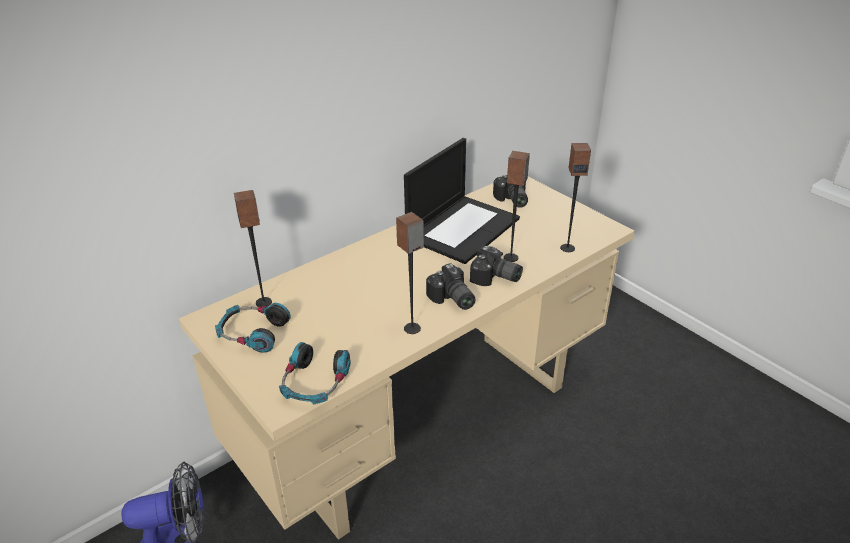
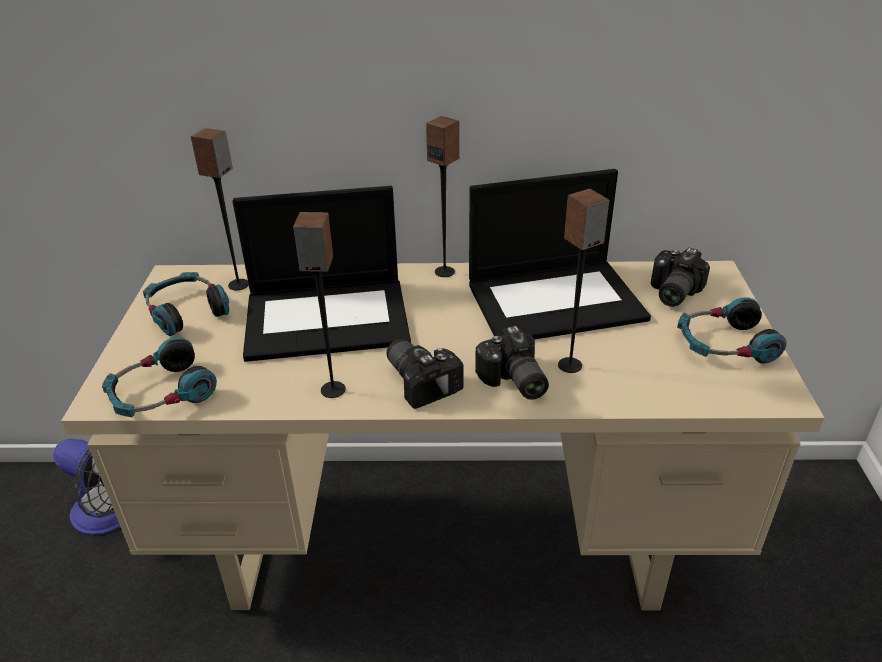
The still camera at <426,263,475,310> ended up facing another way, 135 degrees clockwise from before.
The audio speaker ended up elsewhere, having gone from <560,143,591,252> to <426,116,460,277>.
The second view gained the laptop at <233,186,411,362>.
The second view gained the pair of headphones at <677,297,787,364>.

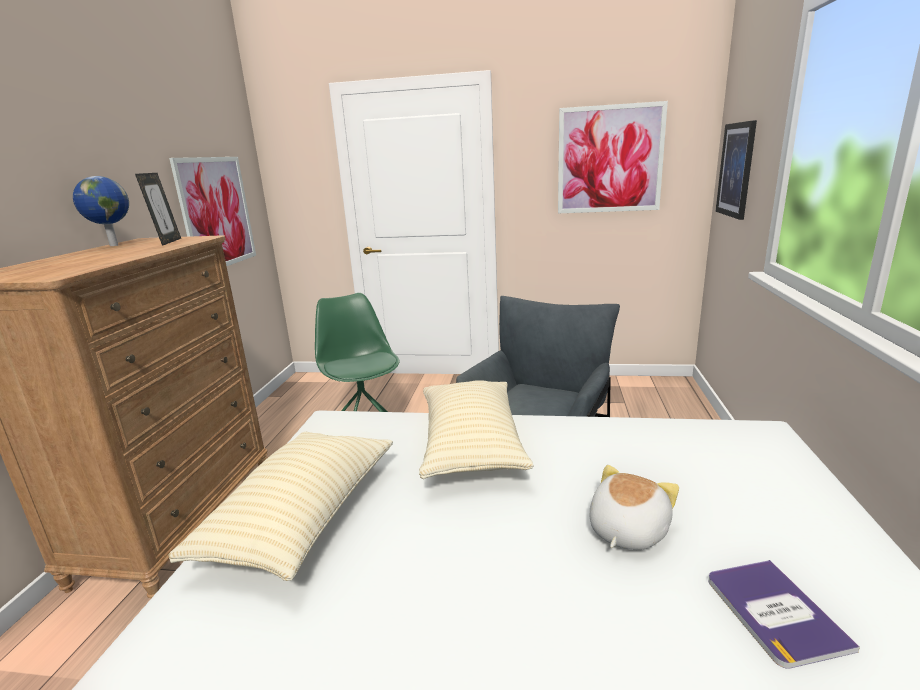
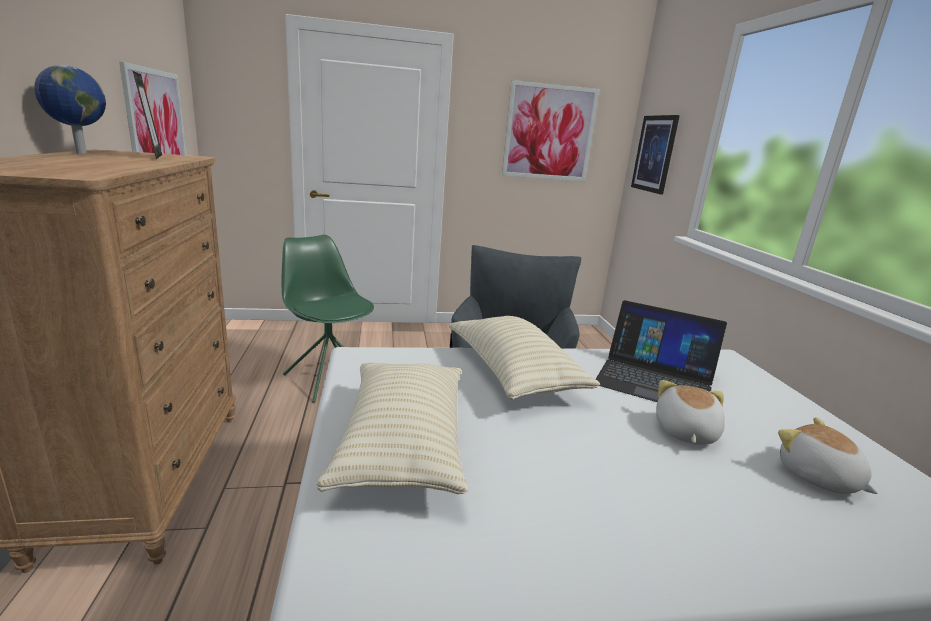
Where the bound book stood at <708,560,860,669>, the soft toy came to stand at <778,417,878,494>.
The second view gained the laptop at <596,300,727,402>.

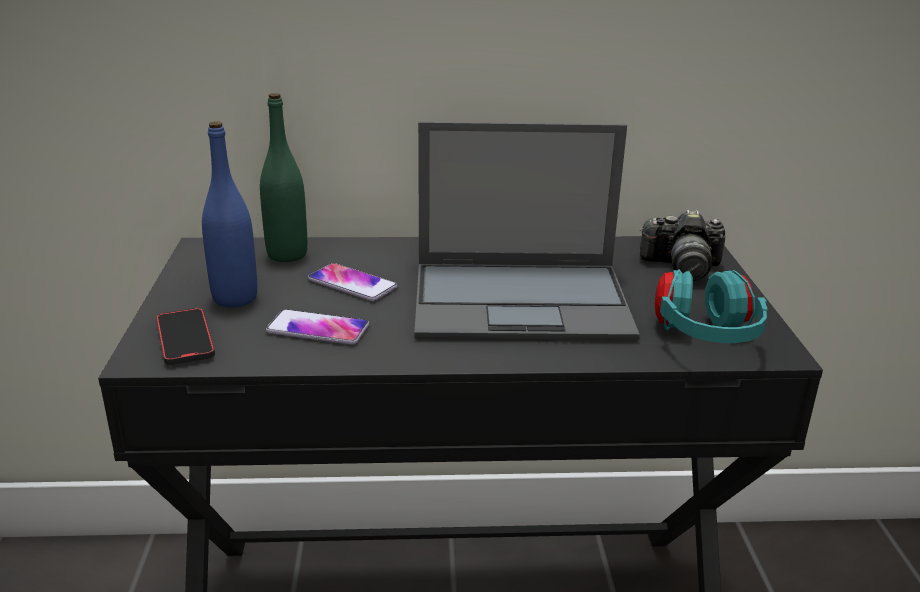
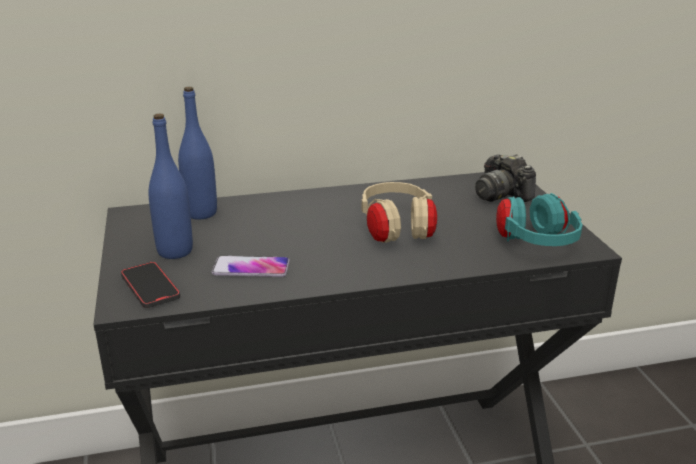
What was the bottle (greenish) at <260,93,307,262> turned into the bottle (blue-coloured) at <178,87,217,219>.
The second view lost the handset at <308,263,398,301>.
Where the laptop stood at <414,121,640,341>, the pair of headphones (beige) came to stand at <362,182,437,243>.
The still camera at <640,210,726,281> ended up facing another way, 60 degrees clockwise from before.

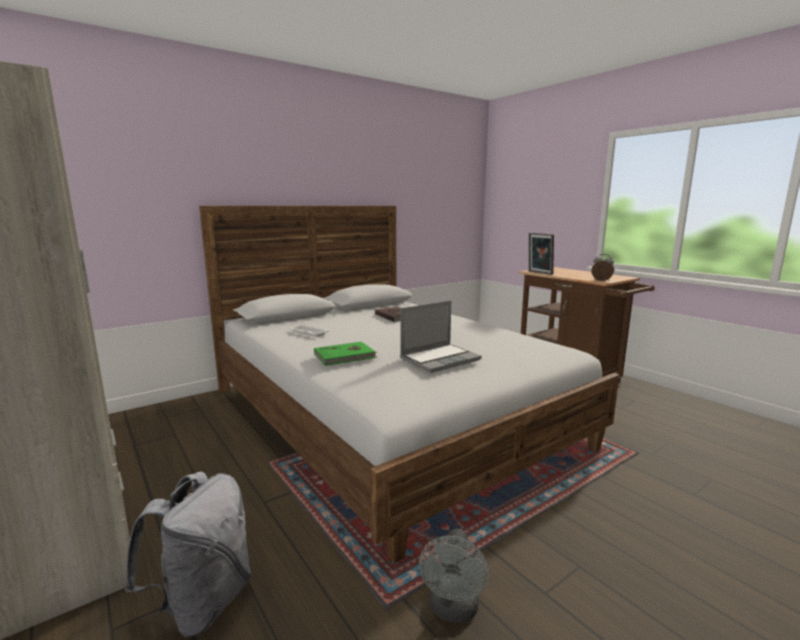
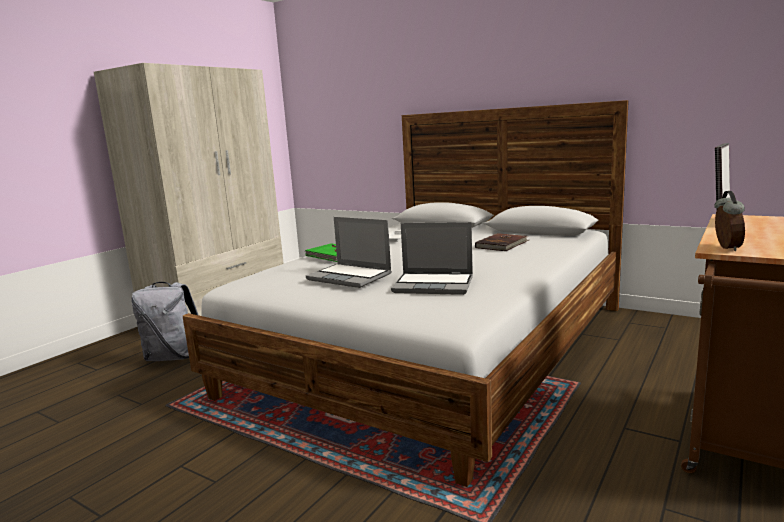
The second view lost the cooling fan (gray) at <419,529,489,623>.
The second view gained the laptop at <391,222,473,295>.

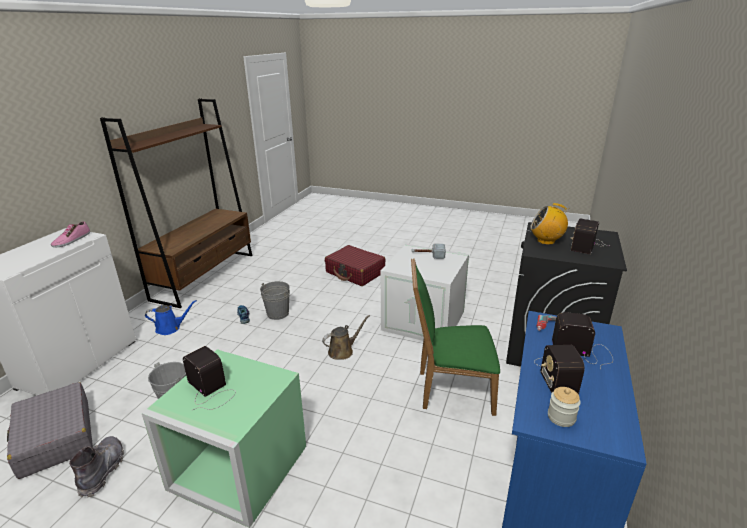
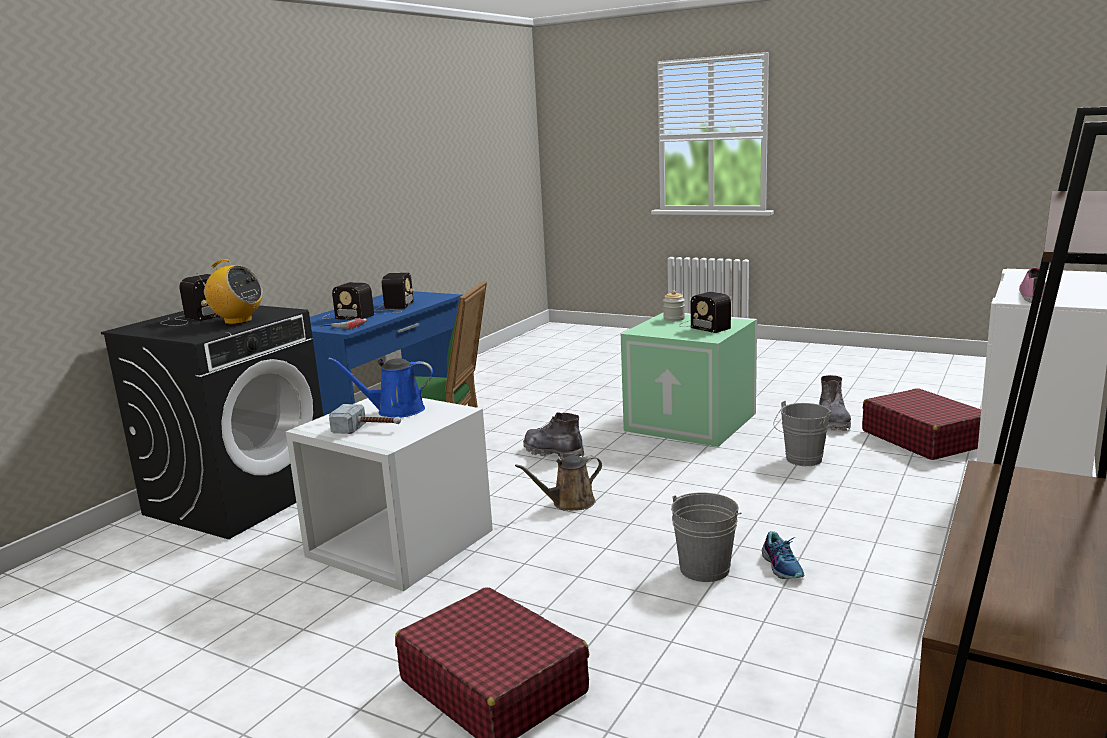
What was the piece of luggage (gray) at <7,382,93,479> turned into the piece of luggage (red) at <862,388,981,460>.
The watering can (blue-coloured) ended up elsewhere, having gone from <145,300,197,335> to <328,358,433,418>.
The preserve jar ended up elsewhere, having gone from <548,387,581,427> to <663,290,685,321>.
The second view gained the boot (gray) at <523,412,584,459>.

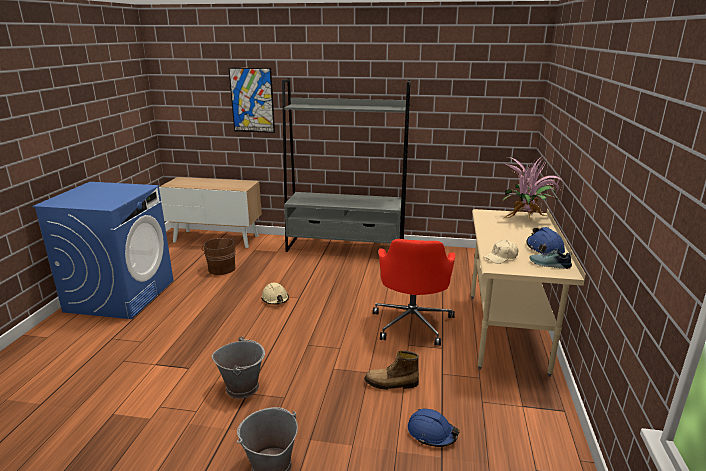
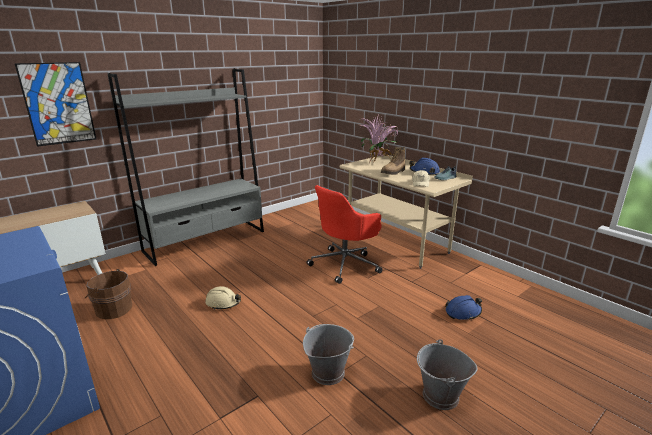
The boot ended up elsewhere, having gone from <364,351,419,390> to <381,147,405,175>.
The desk chair (red) at <373,239,455,346> ended up facing another way, 90 degrees clockwise from before.

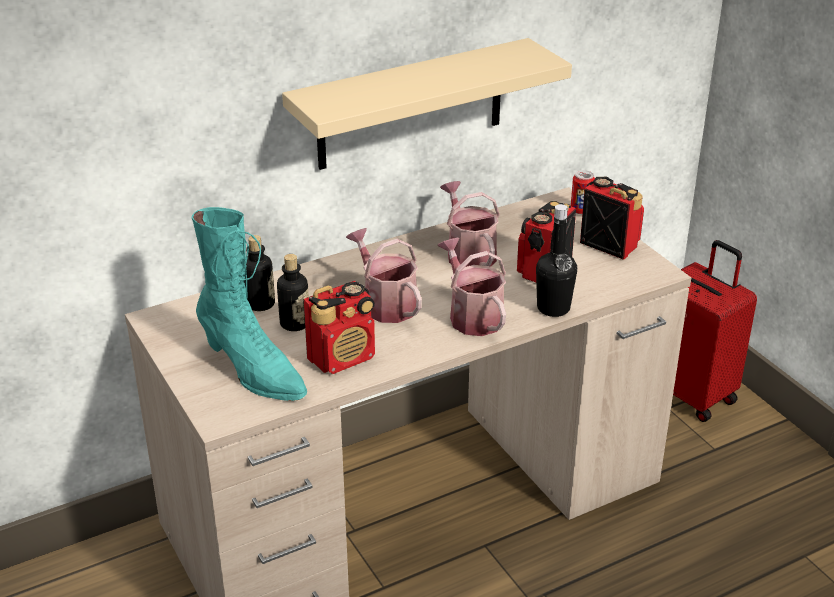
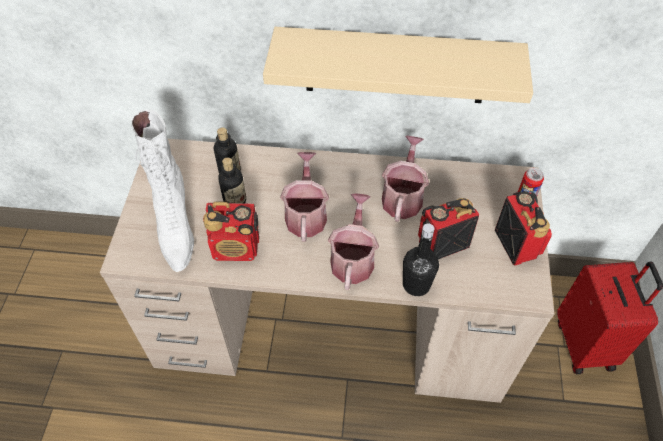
What was the boot (blue-green) at <192,207,307,401> turned into the boot (white-coloured) at <131,110,194,272>.

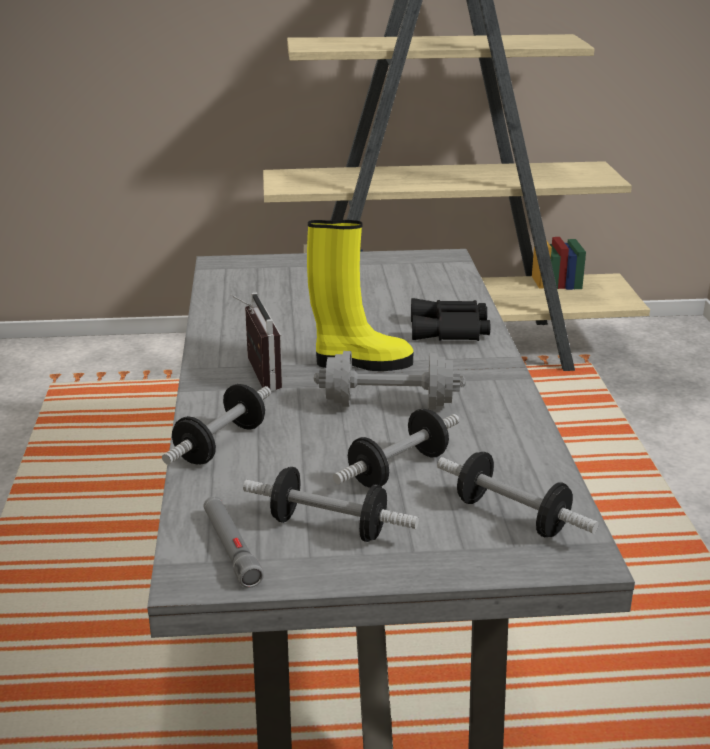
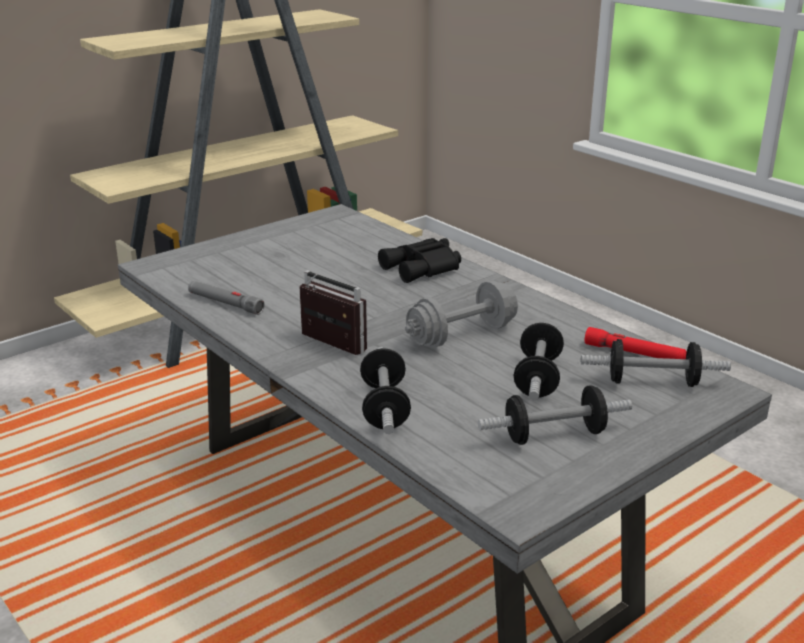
The flashlight (gray) ended up elsewhere, having gone from <203,496,264,588> to <188,281,265,315>.
The second view lost the boot (yellowish) at <307,220,413,371>.
The second view gained the flashlight (red) at <585,327,687,359>.

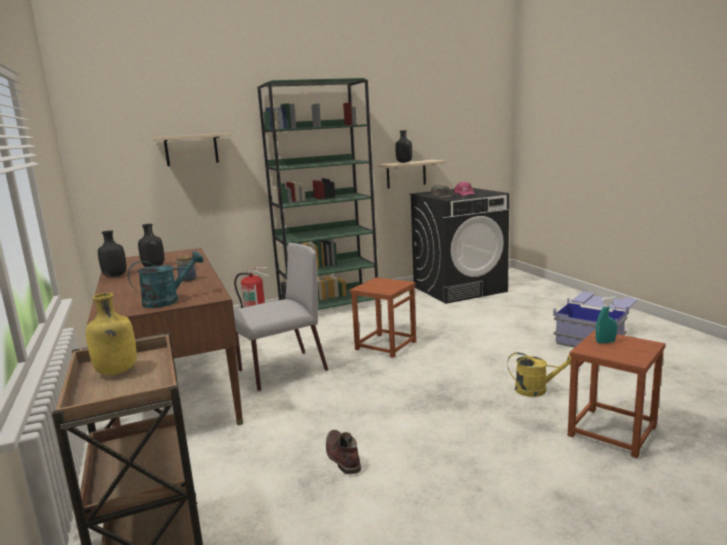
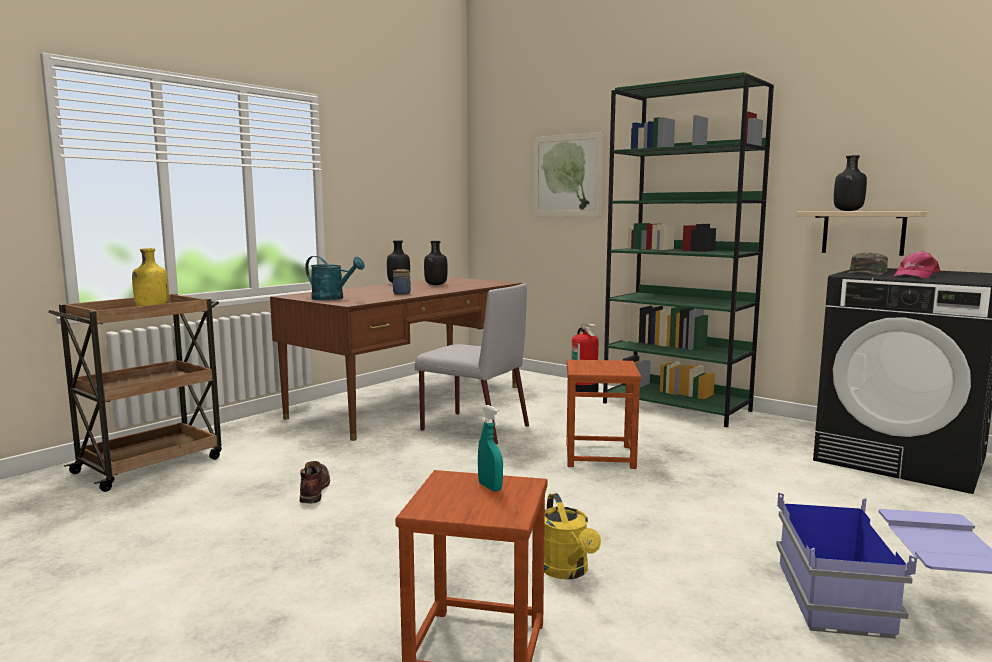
Where the shelf (beige) hung at <152,133,231,166>, the wall picture came to hang at <534,132,603,217>.
The boot (brown-coloured) at <326,430,361,474> ended up facing another way, 45 degrees counterclockwise from before.

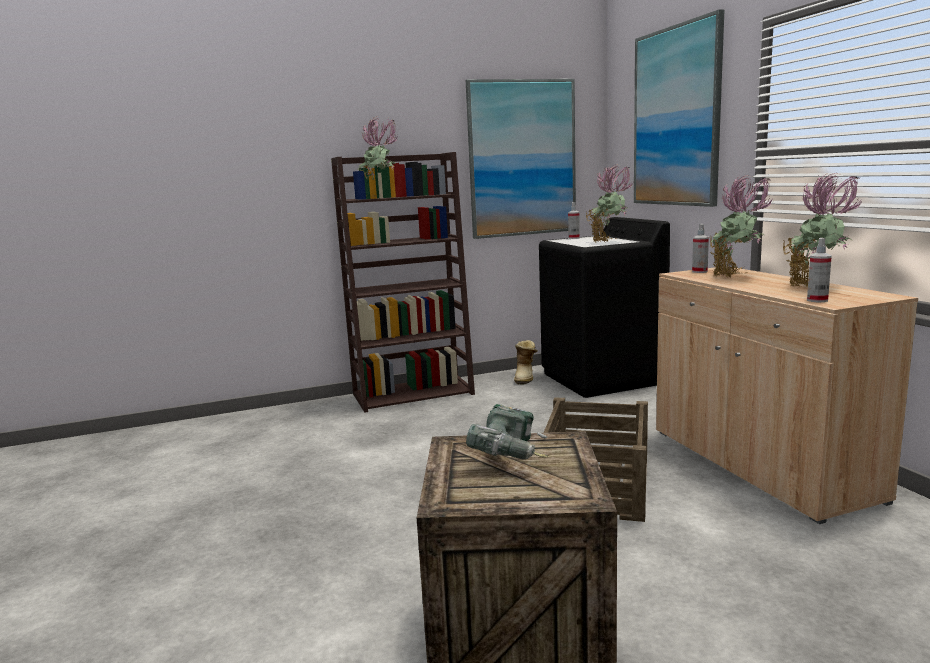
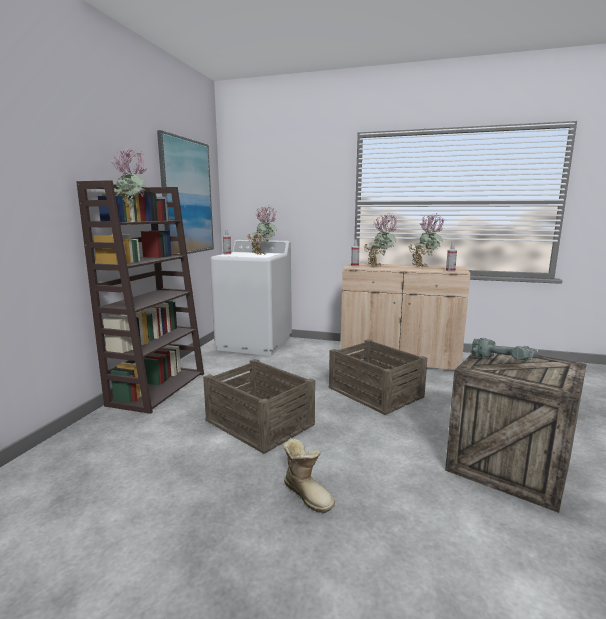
The boot ended up elsewhere, having gone from <514,340,538,385> to <283,439,335,514>.
What was the laundry machine (black) at <539,217,670,398> turned into the laundry machine (white-coloured) at <210,240,292,356>.
The second view lost the wall picture at <634,9,724,207>.
The second view gained the packing crate at <203,359,315,454>.

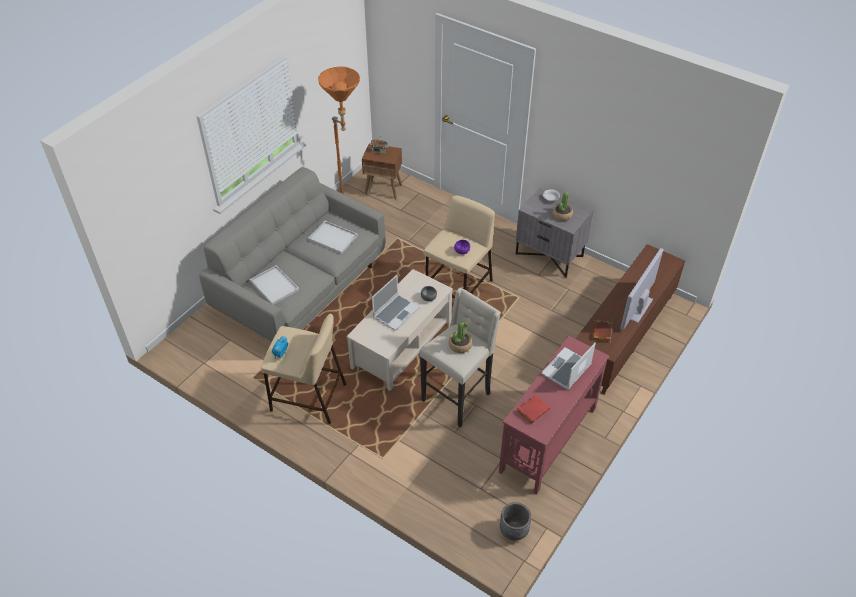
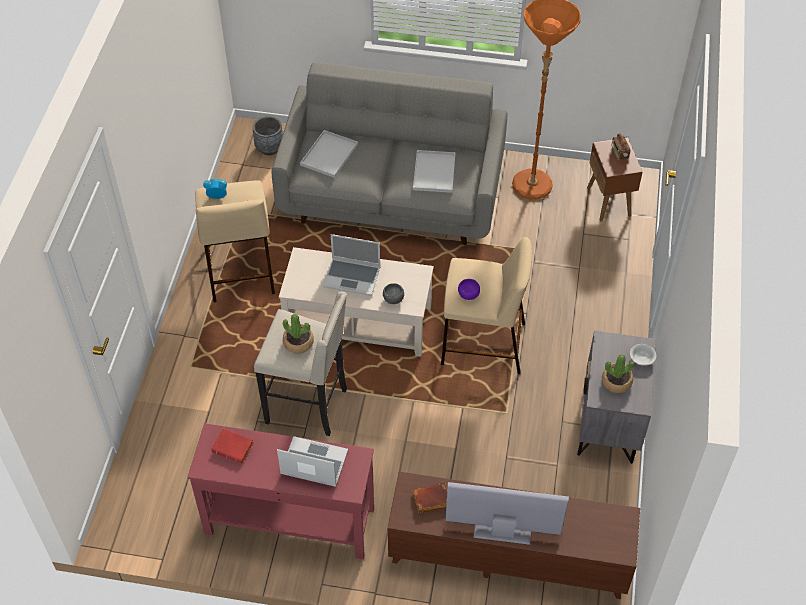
The plant pot (gray) ended up elsewhere, having gone from <500,502,531,541> to <252,116,283,155>.

